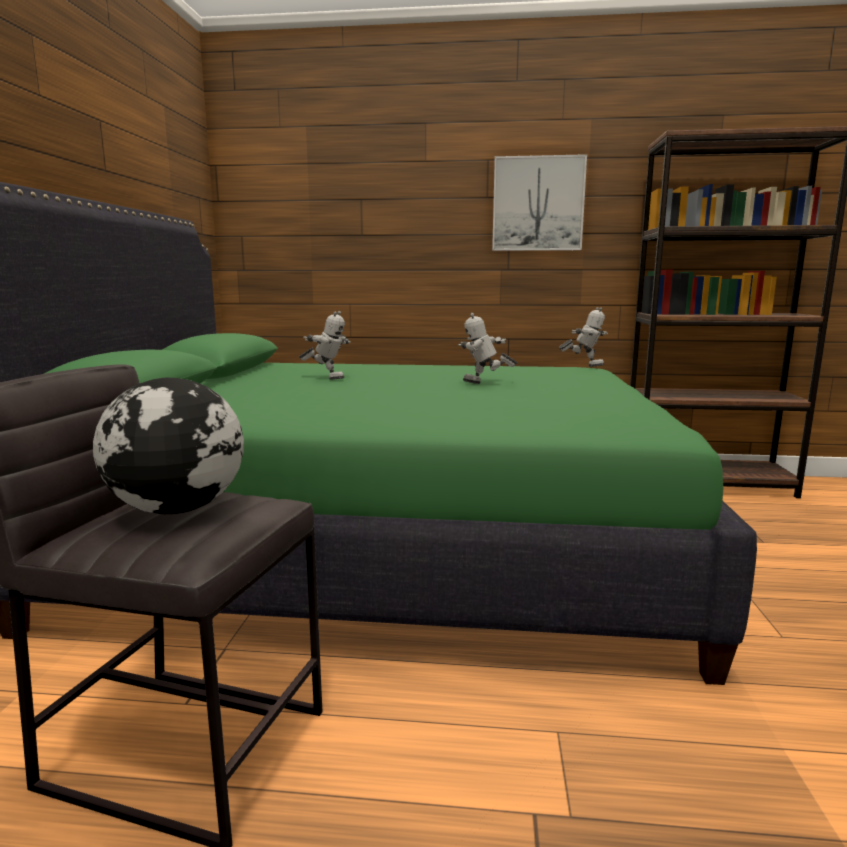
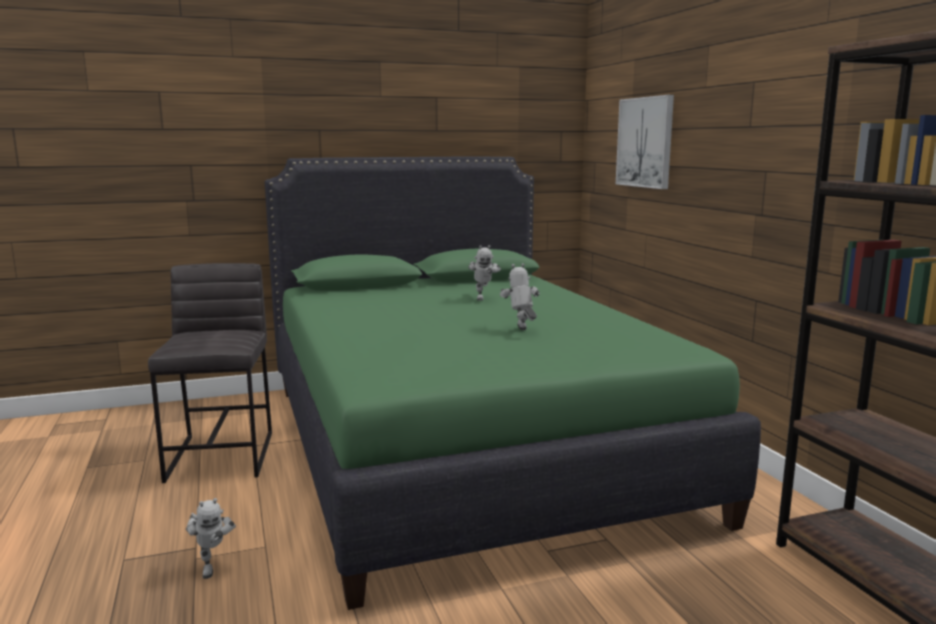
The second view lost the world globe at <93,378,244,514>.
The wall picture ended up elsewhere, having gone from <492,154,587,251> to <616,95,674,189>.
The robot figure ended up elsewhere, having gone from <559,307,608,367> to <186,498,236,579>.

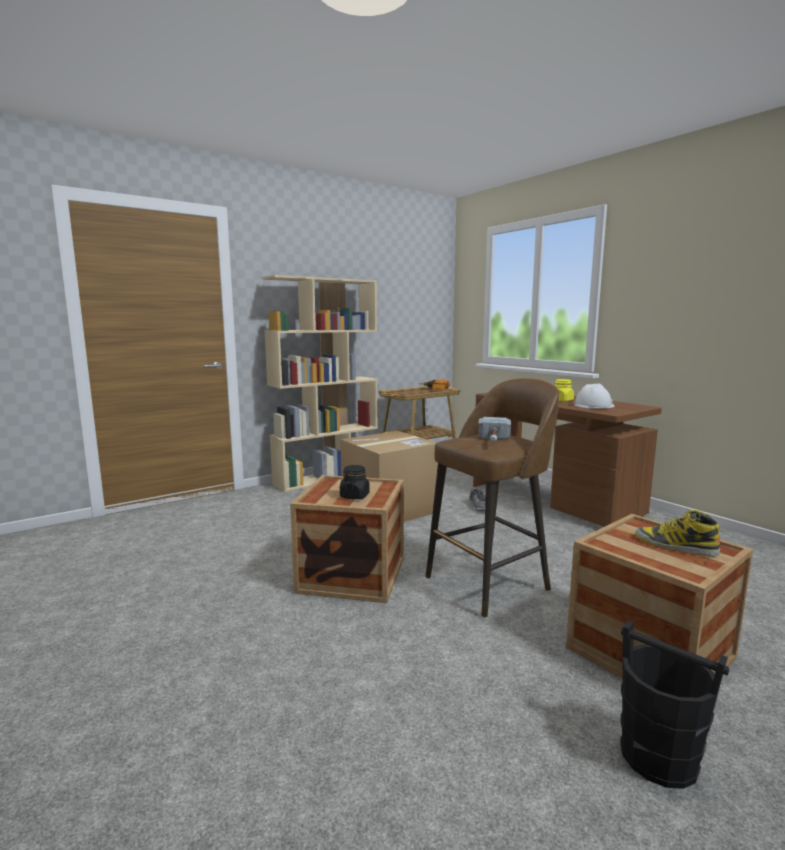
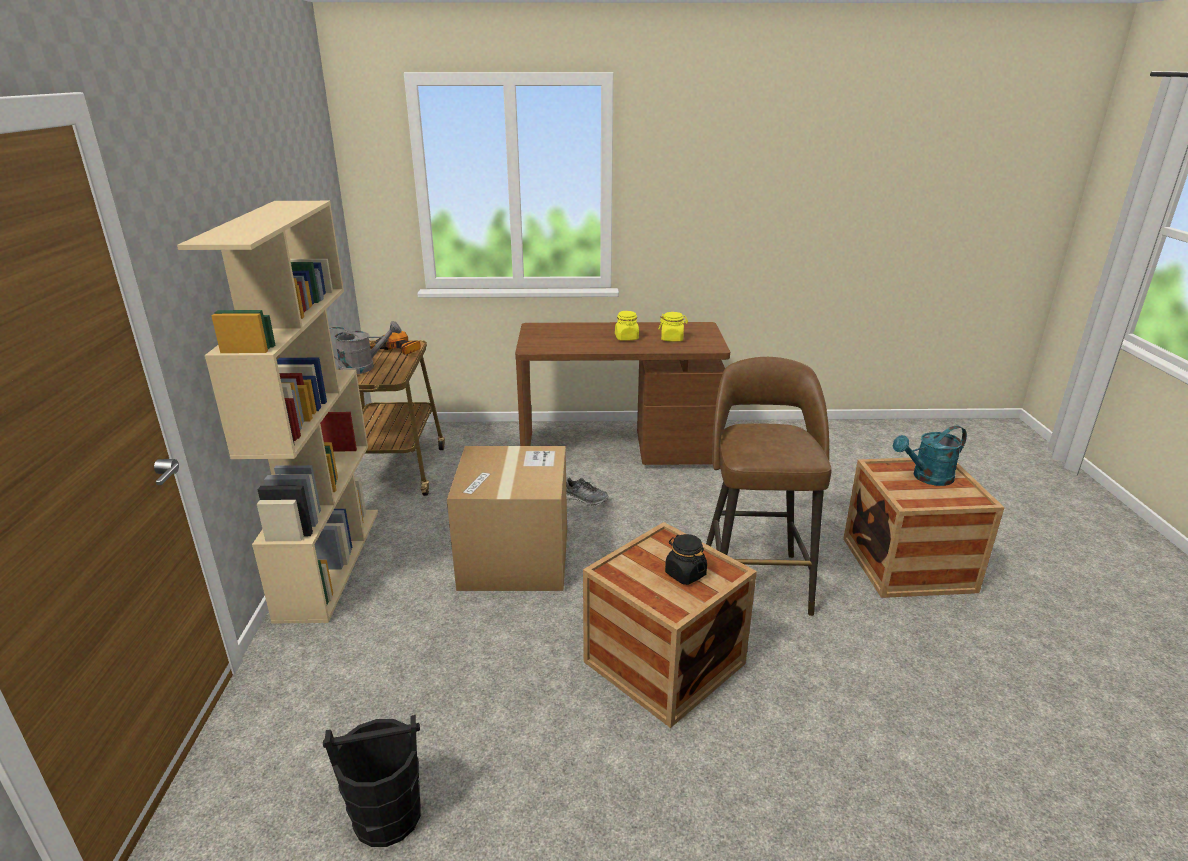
The second view lost the hammer at <478,417,511,442>.
Where the work helmet (white-coloured) stood at <574,383,615,409>, the preserve jar (yellowish) came to stand at <658,312,688,342>.
The water bucket (black) ended up elsewhere, having gone from <620,620,729,789> to <323,715,421,847>.
Where the boot stood at <635,510,720,557>, the watering can (blue-green) came to stand at <893,426,967,486>.
The second view gained the watering can (gray) at <330,321,402,374>.

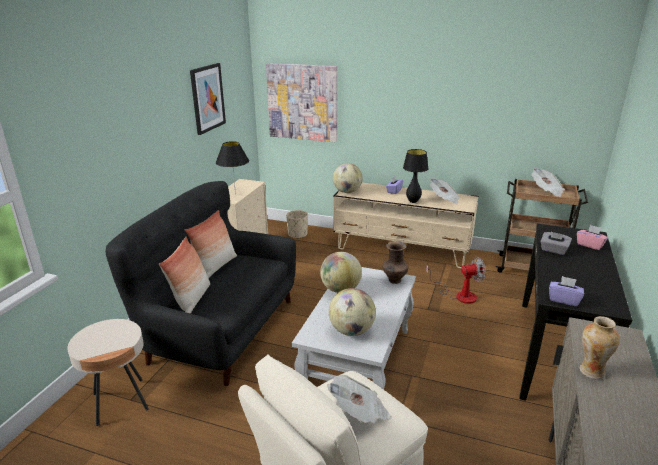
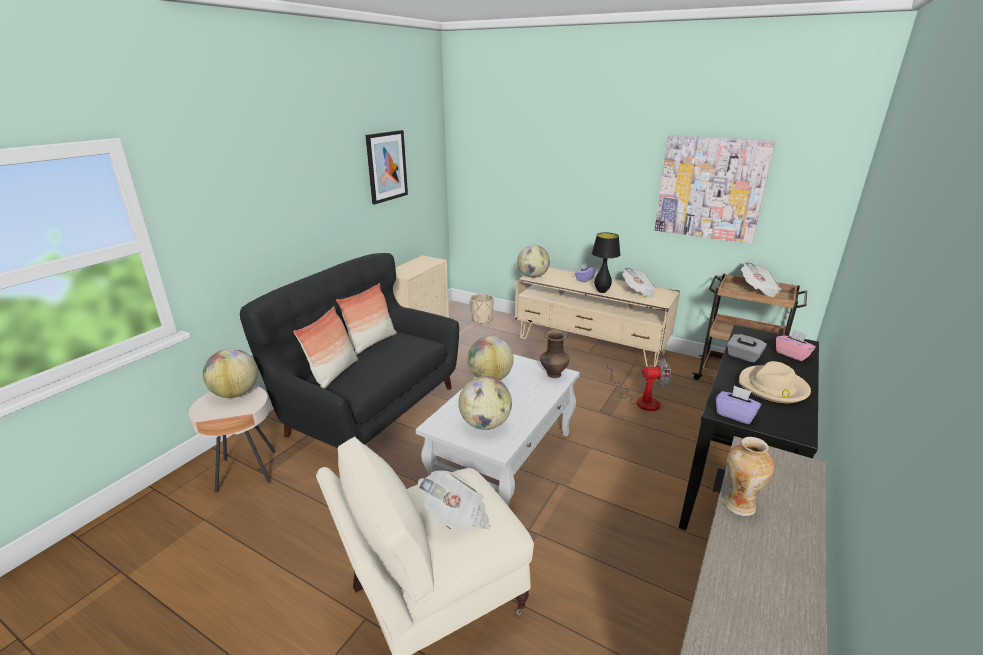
The second view lost the tabletop lamp (black) at <216,141,249,194>.
The wall picture ended up elsewhere, having gone from <266,63,337,142> to <655,135,775,243>.
The second view gained the world globe at <203,349,258,398>.
The second view gained the wearable hat (beige) at <739,361,811,403>.

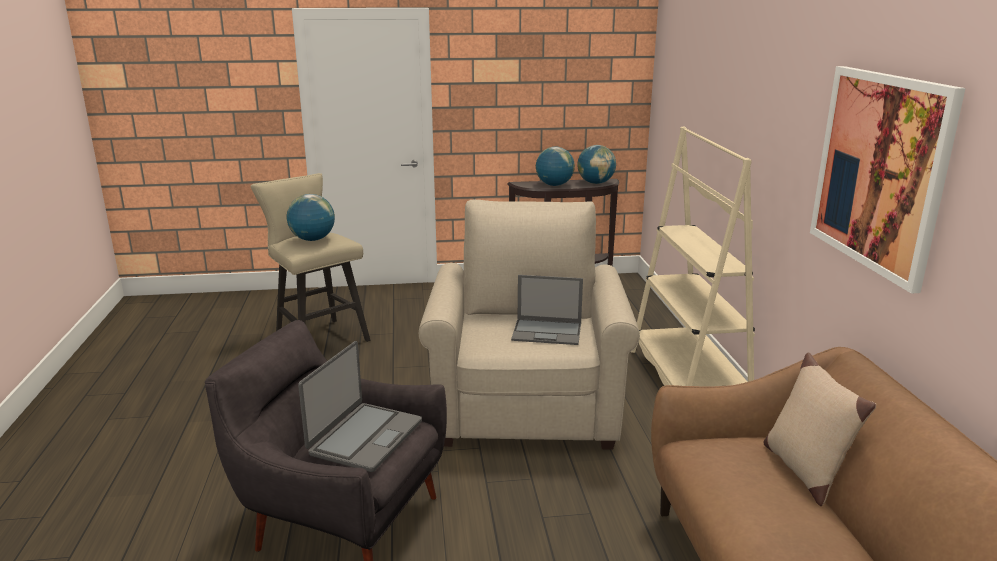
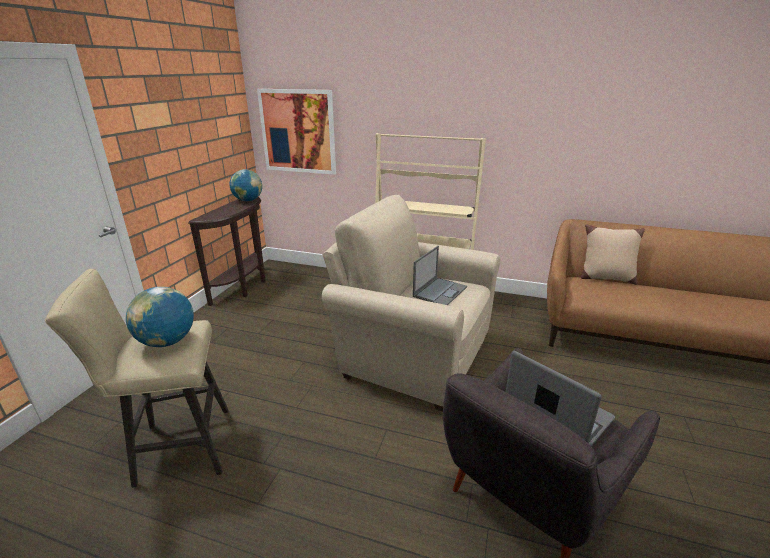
The second view lost the world globe at <536,147,575,186>.
The wall picture ended up elsewhere, having gone from <810,66,966,294> to <257,89,336,175>.

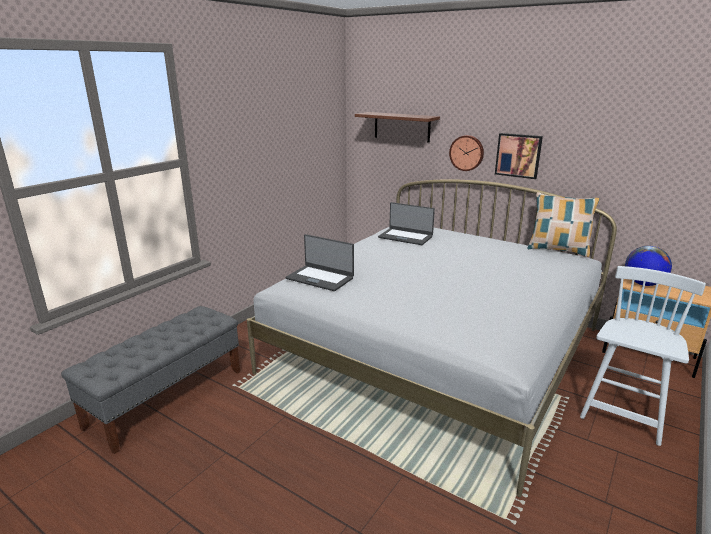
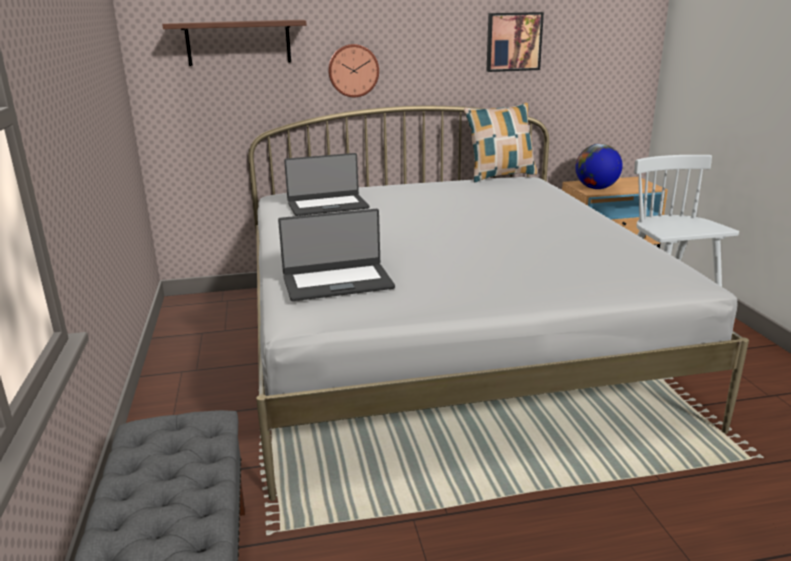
The wall picture ended up elsewhere, having gone from <495,133,543,179> to <487,12,544,72>.

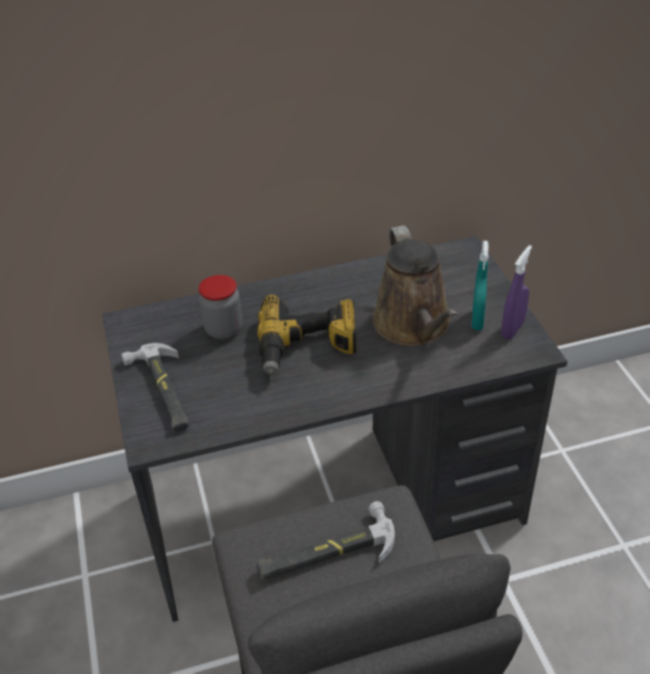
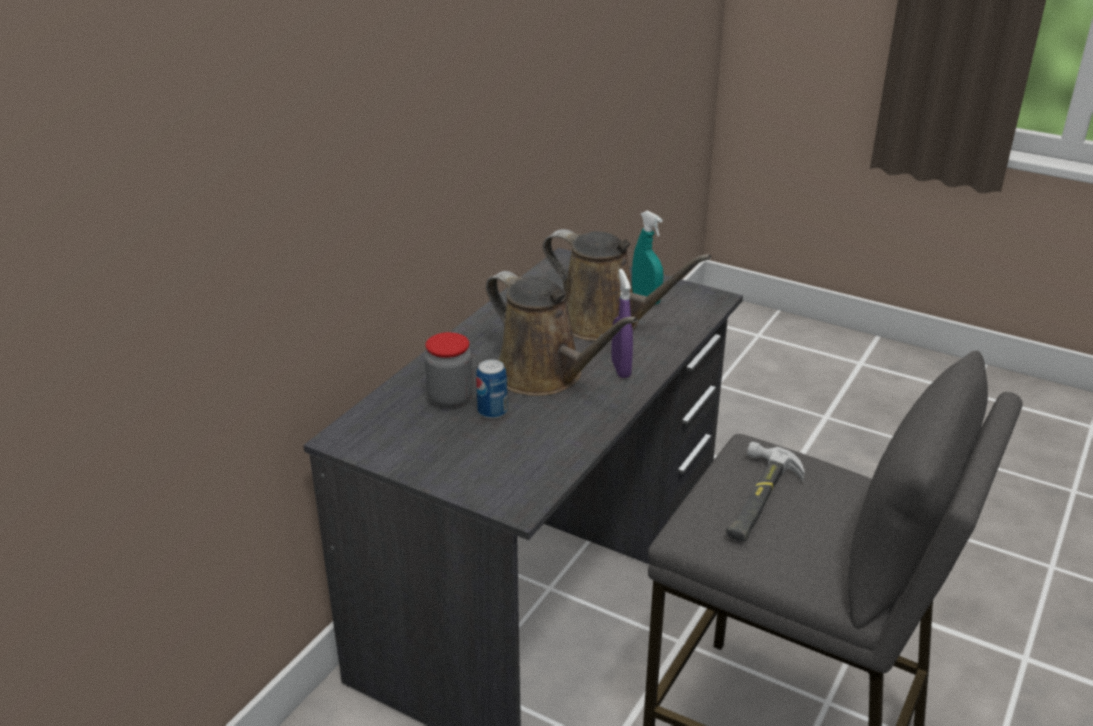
The second view lost the hammer at <121,343,189,432>.
Where the electric drill stood at <257,294,356,375>, the watering can (brown-coloured) came to stand at <486,271,638,396>.
The spray bottle (purple-coloured) ended up elsewhere, having gone from <501,245,532,339> to <611,269,633,378>.
The second view gained the can at <476,359,508,419>.

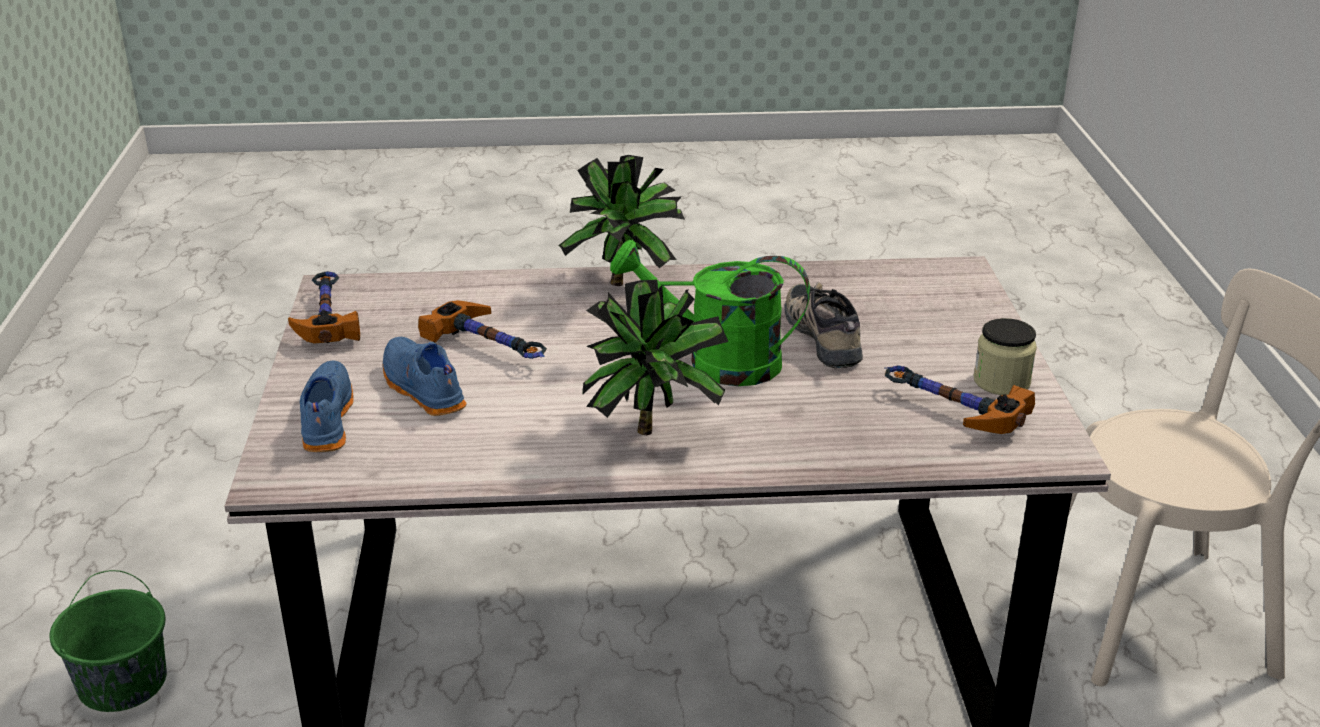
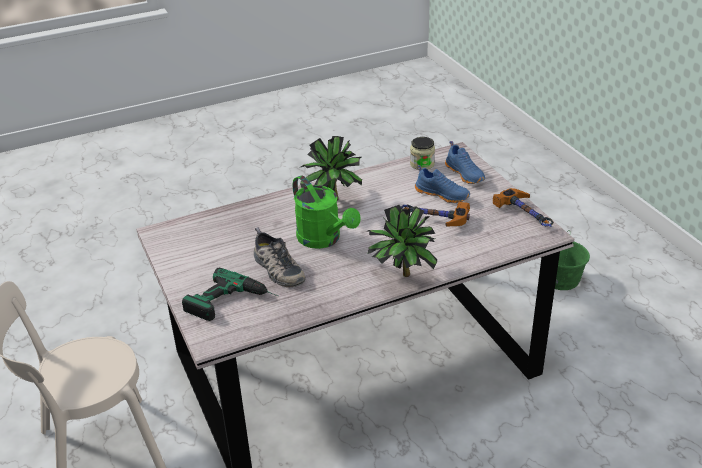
The watering can (greenish) at <610,240,810,386> ended up facing another way, 60 degrees clockwise from before.
The second view lost the hammer at <885,365,1035,434>.
The preserve jar ended up elsewhere, having gone from <974,318,1037,395> to <410,137,435,170>.
The second view gained the electric drill at <182,268,278,321>.

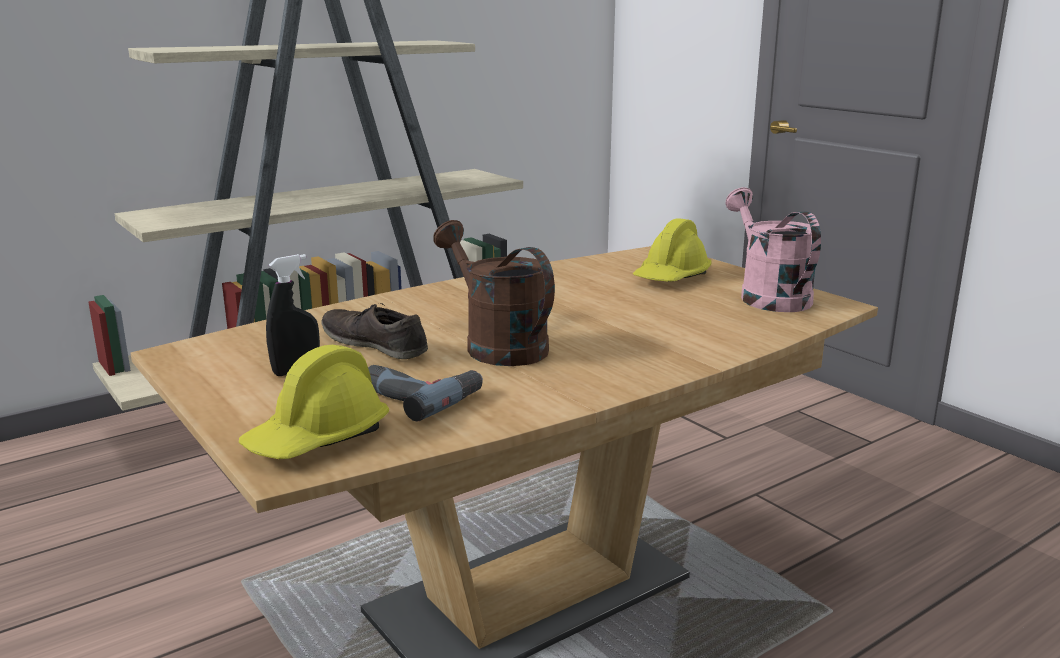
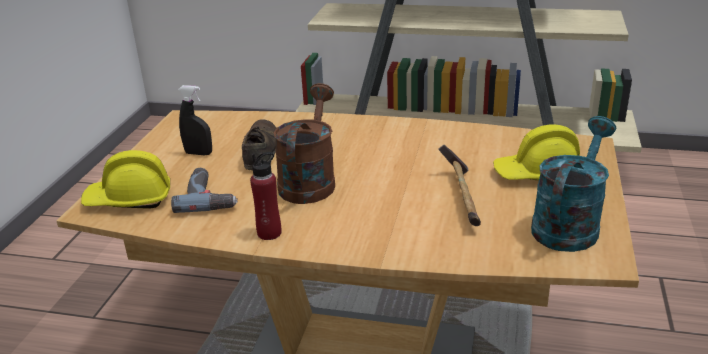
What was the watering can (pinkish) at <725,187,821,312> turned into the watering can (blue-green) at <531,116,616,252>.
The second view gained the bottle (red) at <250,152,281,240>.
The second view gained the hammer at <438,144,481,226>.

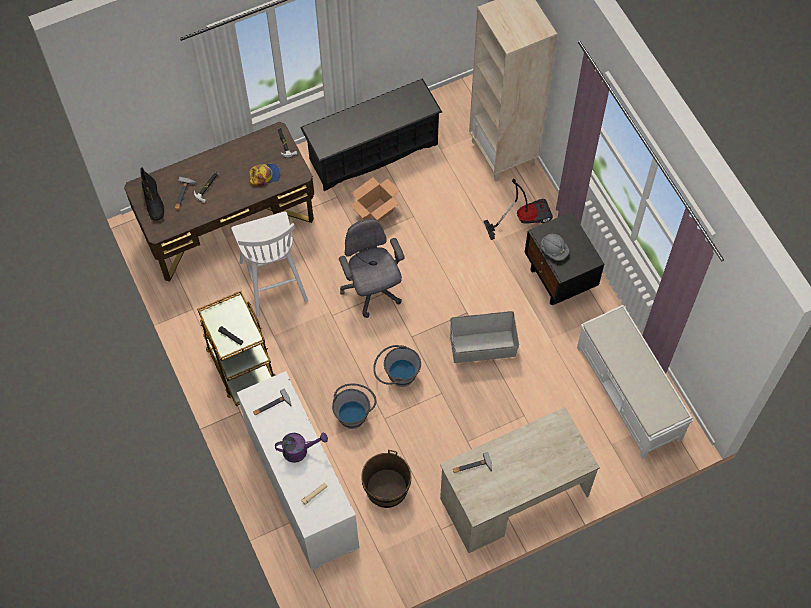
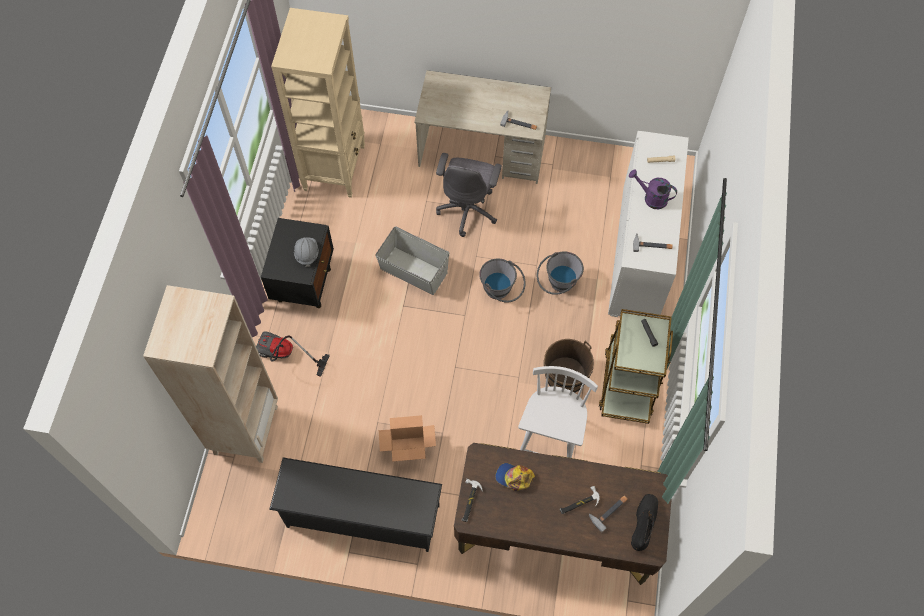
The desk chair (gray) ended up elsewhere, having gone from <339,219,405,318> to <436,153,502,237>.
The water bucket (brown-coloured) ended up elsewhere, having gone from <361,450,411,508> to <544,339,594,393>.
Where the long seat (white-coloured) stood at <577,305,693,459>, the bookshelf (beige) came to stand at <271,8,365,198>.

